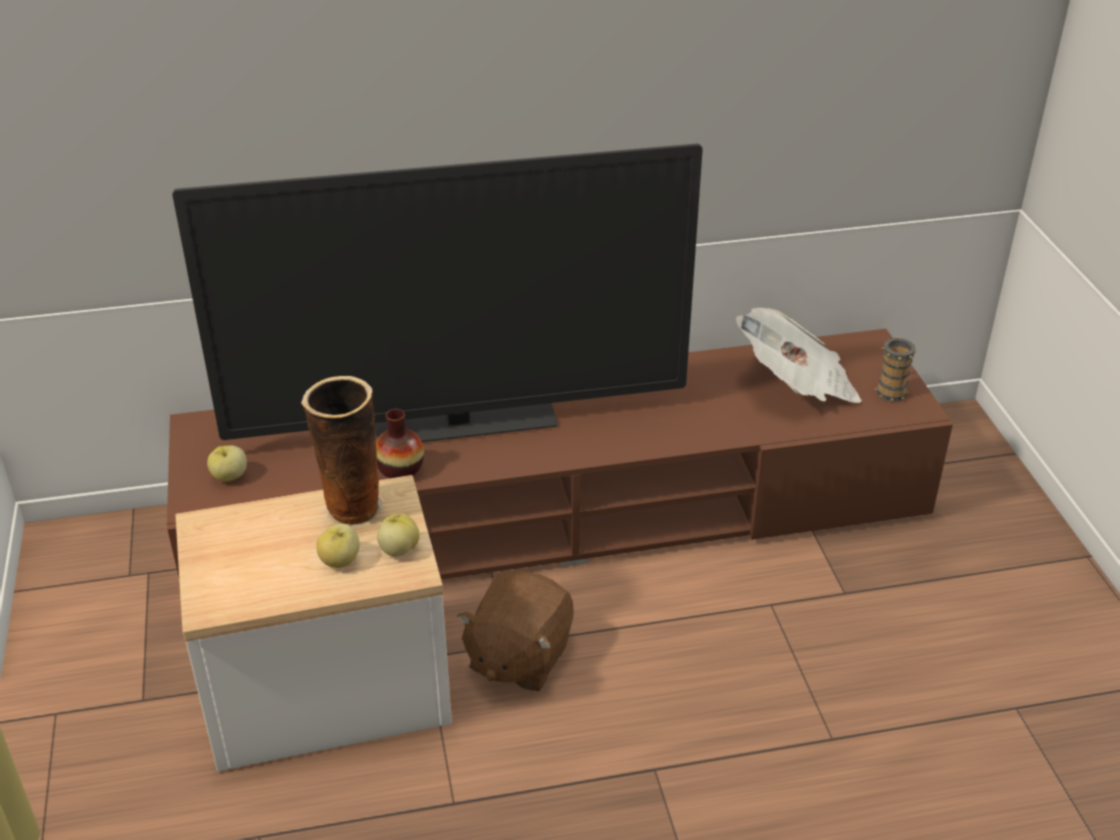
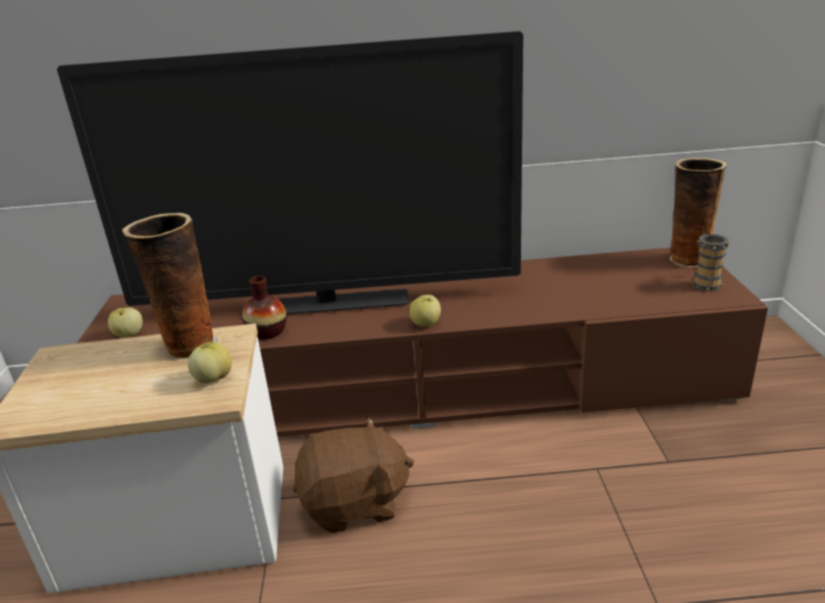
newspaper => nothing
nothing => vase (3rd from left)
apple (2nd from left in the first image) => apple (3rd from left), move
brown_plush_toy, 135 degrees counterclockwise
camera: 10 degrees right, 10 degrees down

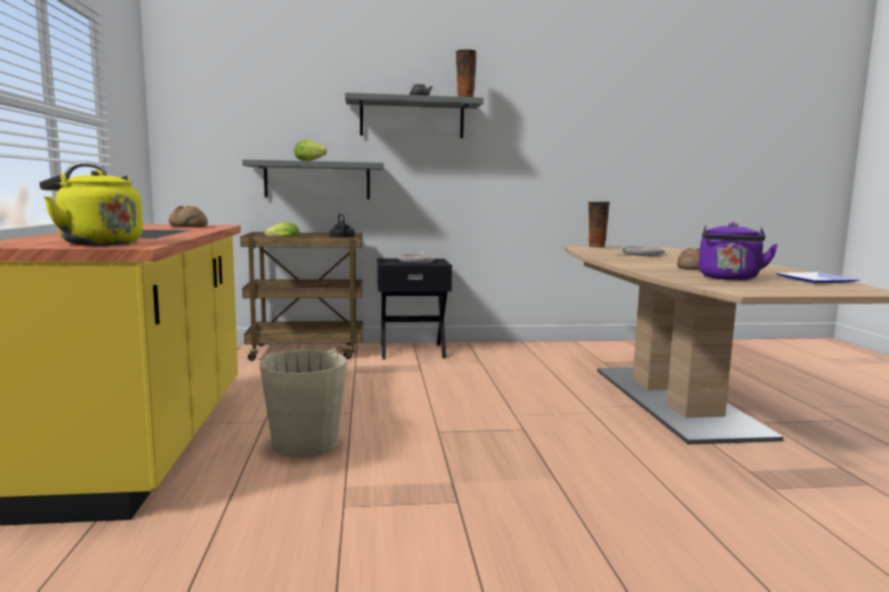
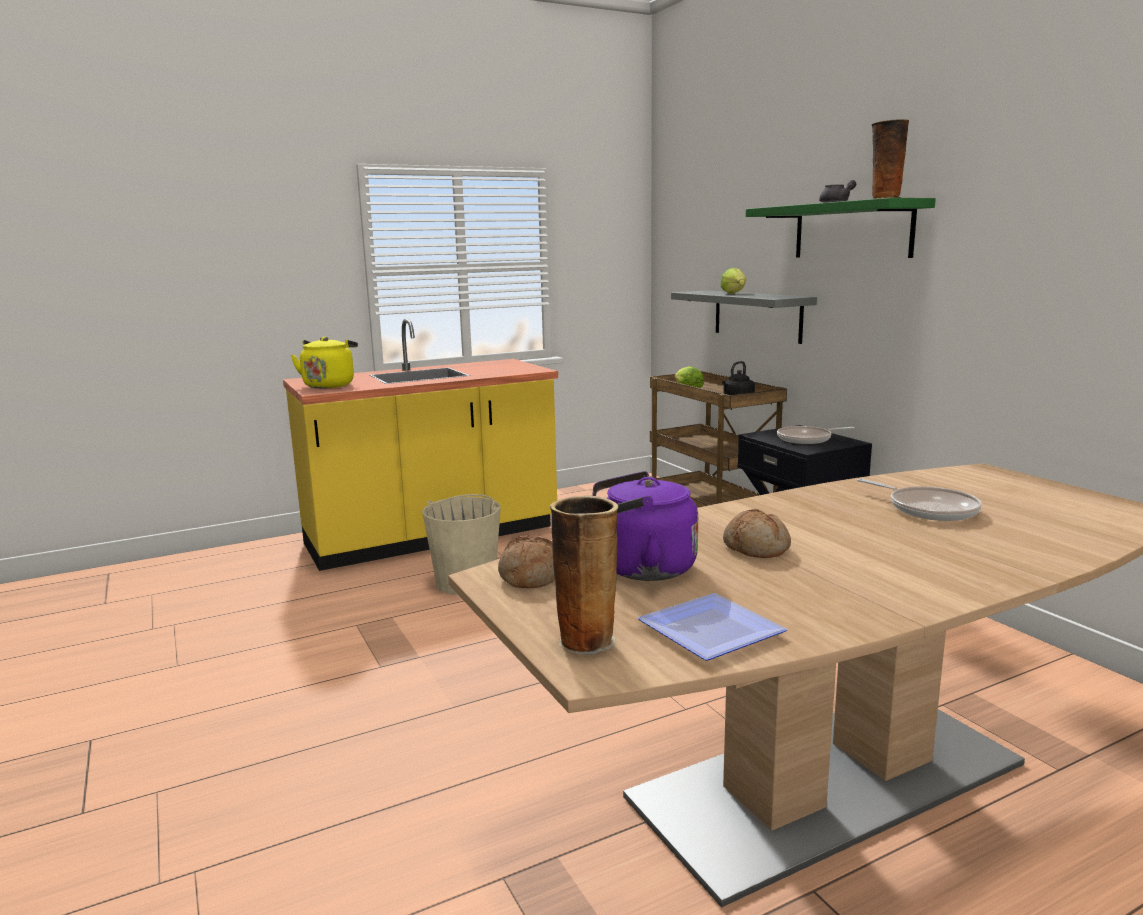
bread (1st from left), move
vase (2nd from left in the first image) => vase (1st from left), move
grey_shelf (2nd from left) => green_shelf
camera: 70 degrees right, 5 degrees up

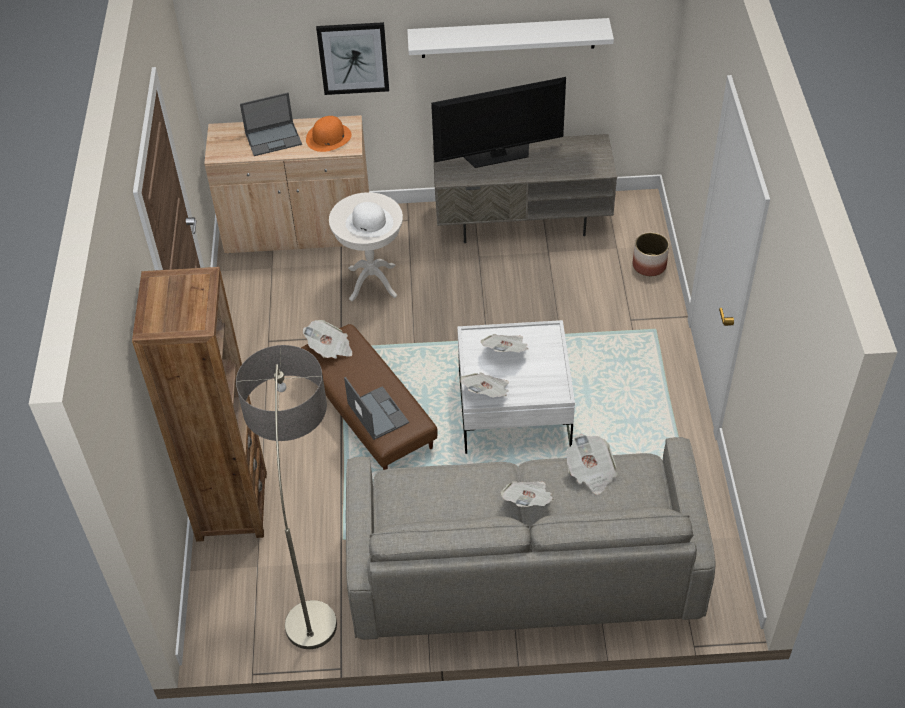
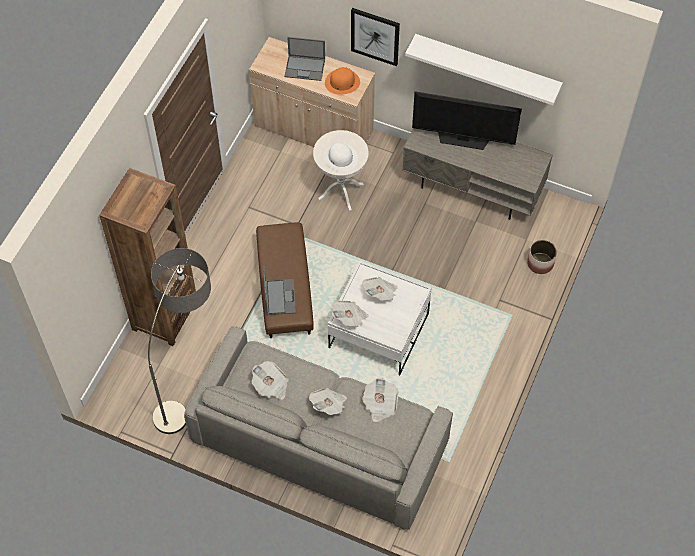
newspaper (1st from left), move
camera: 25 degrees right, 10 degrees up

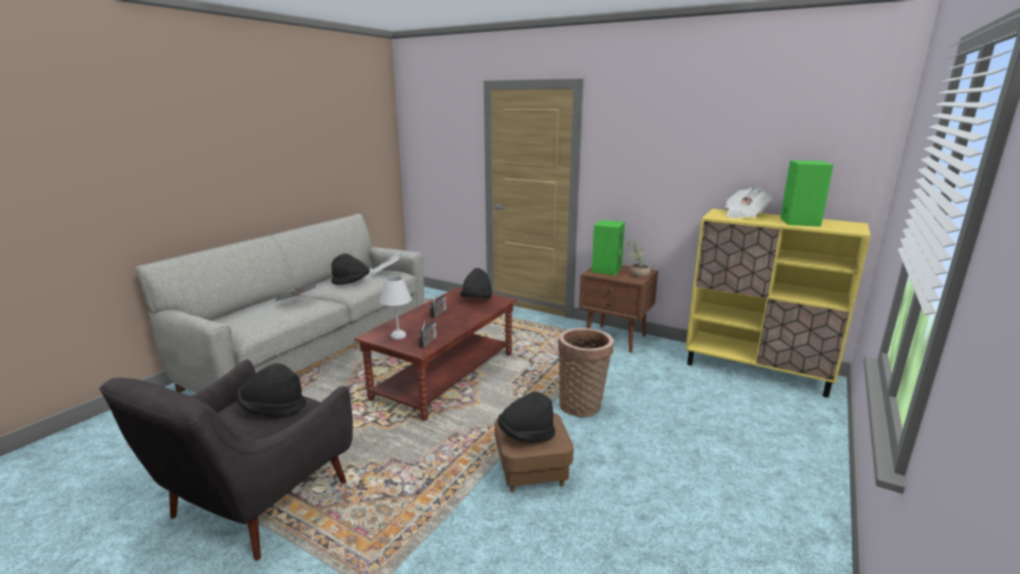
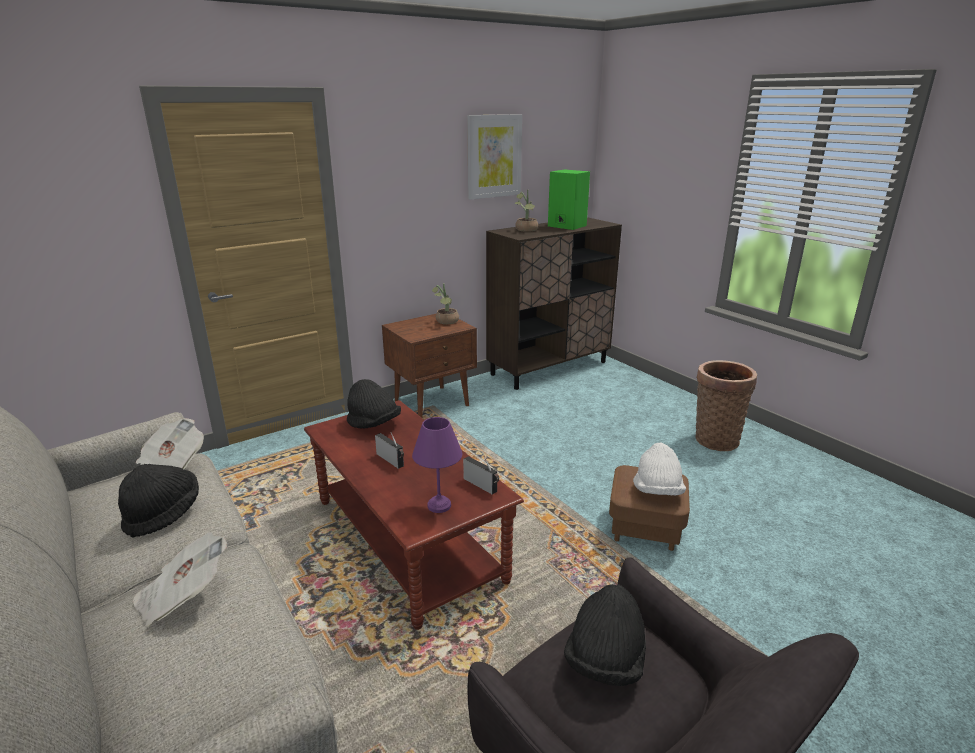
green_speaker (1st from left) => nothing
nothing => picture
basket, move
newspaper (3rd from left) => potted_plant (2nd from left)
white_table_lamp => purple_table_lamp
black_hat (4th from left) => white_hat
yellow_cabinet => brown_cabinet
camera: 65 degrees left, 5 degrees up

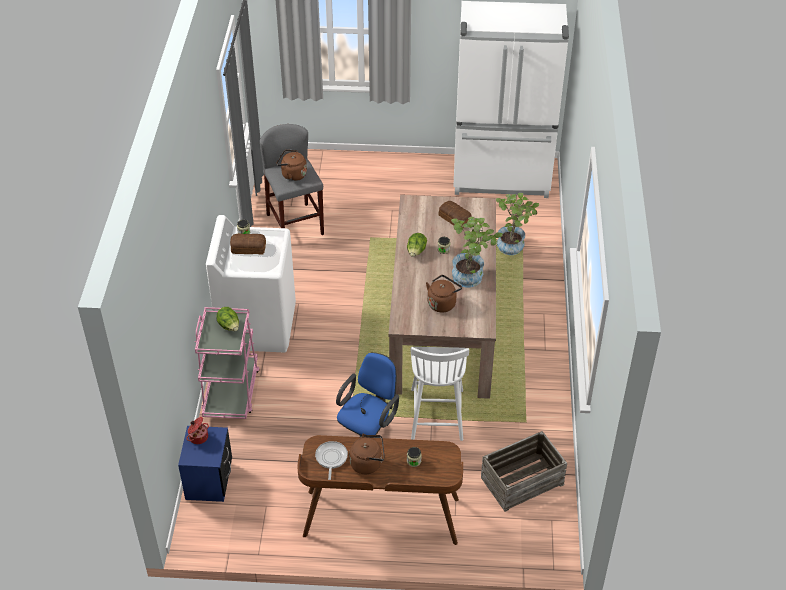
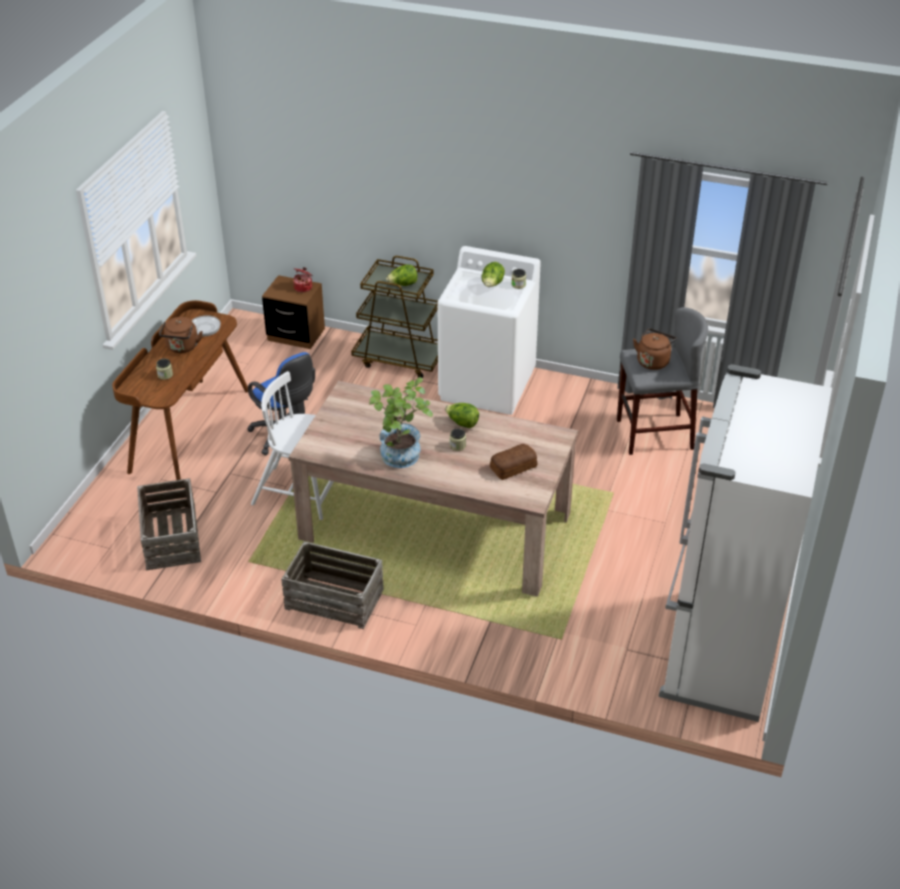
brown_kettle (3rd from left) => nothing
potted_plant (2nd from left) => nothing
nothing => crate (2nd from left)
bread (1st from left) => lettuce (3rd from left)
blue_nightstand => brown_nightstand
pink_cart => brown_cart
camera: 105 degrees right, 5 degrees down

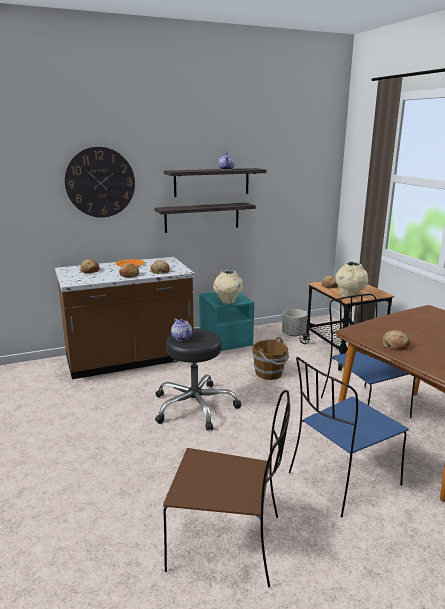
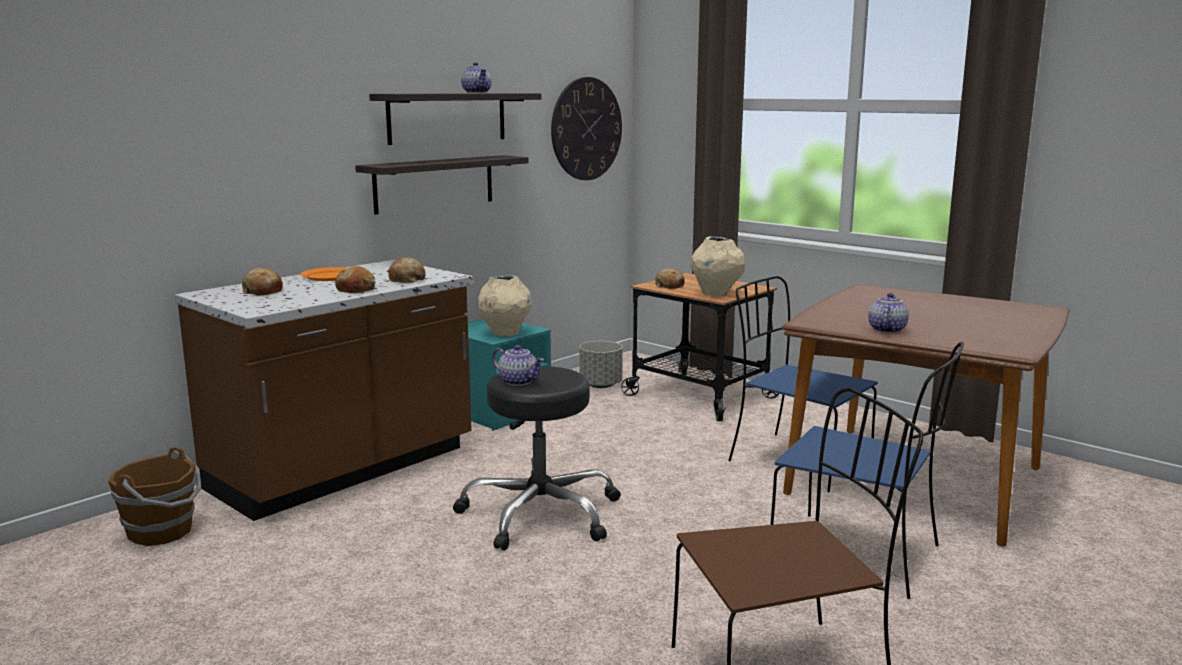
wall_clock, move
brown_bucket, move
bread (5th from left) => teapot (3rd from left)
blue_chair (1st from left in the first image) => blue_chair (2nd from left), 90 degrees counterclockwise
camera: 25 degrees left, 5 degrees down

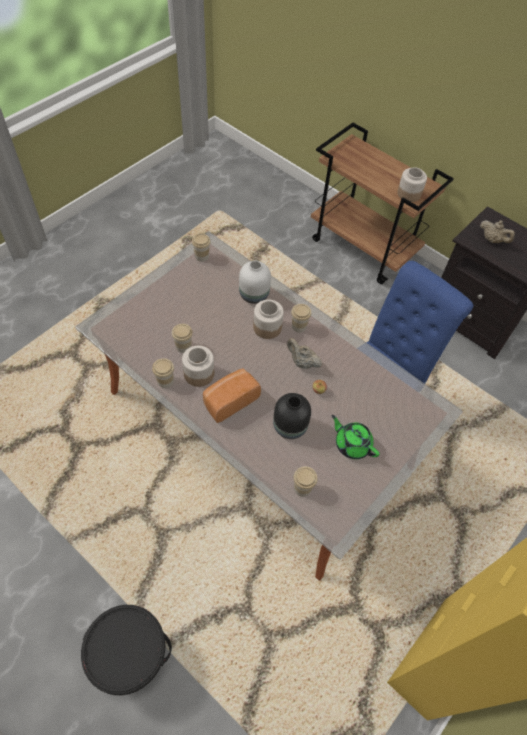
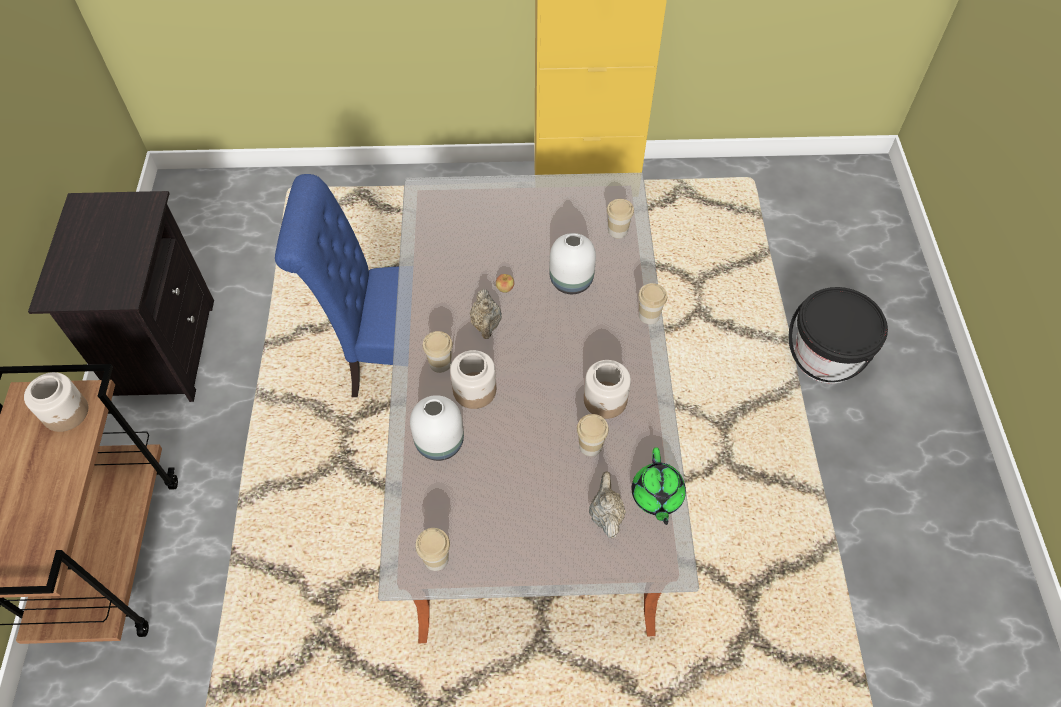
bread => nothing
cup (1st from left in the first image) => cup (5th from left), move
green_teapot, move
beige_teapot (2nd from left), move
black_vase => white_vase (2nd from left)
camera: 130 degrees left, 0 degrees up

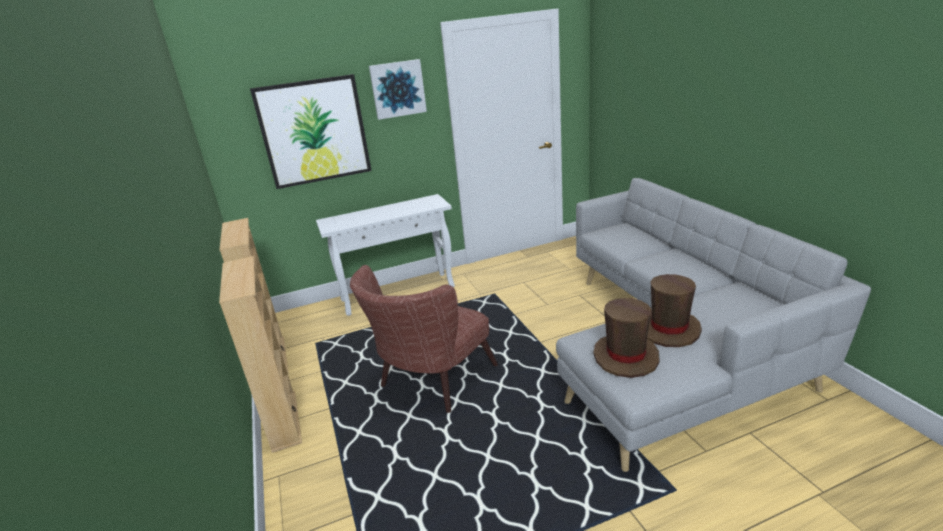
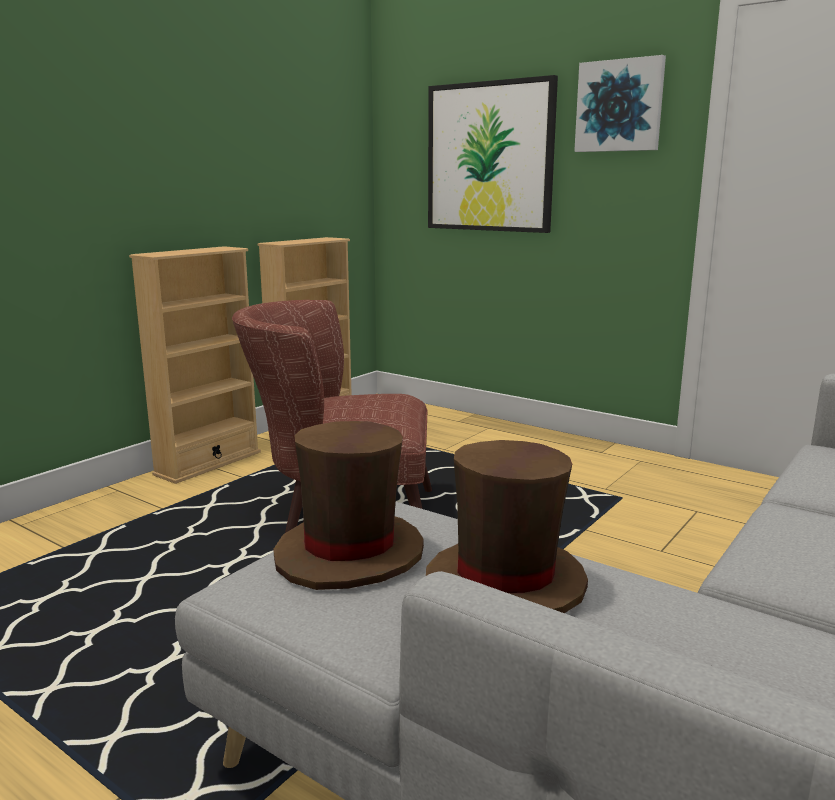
white_console_table => nothing
camera: 55 degrees right, 10 degrees down

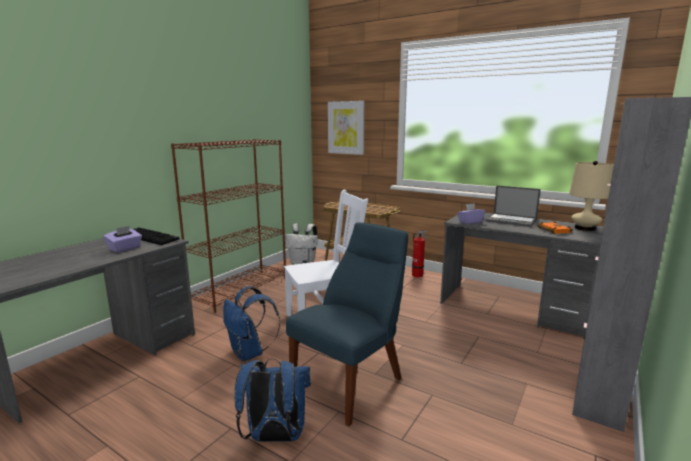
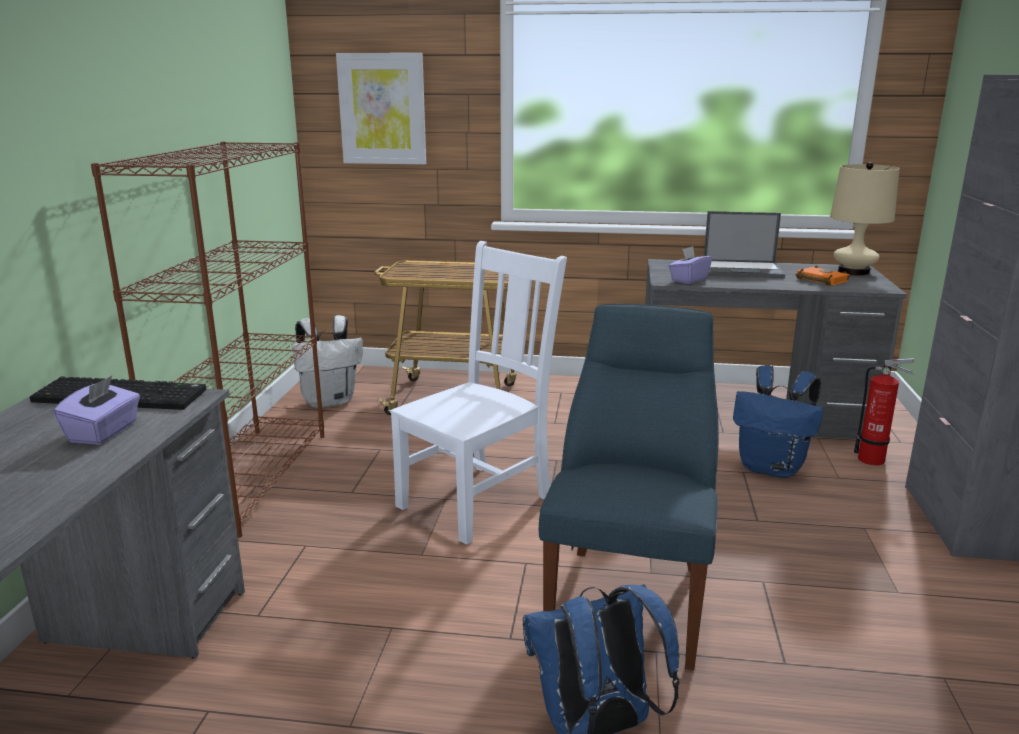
blue_backpack (1st from left in the first image) => blue_backpack (2nd from left), move
fire_extinguisher, move
camera: 25 degrees left, 5 degrees up

